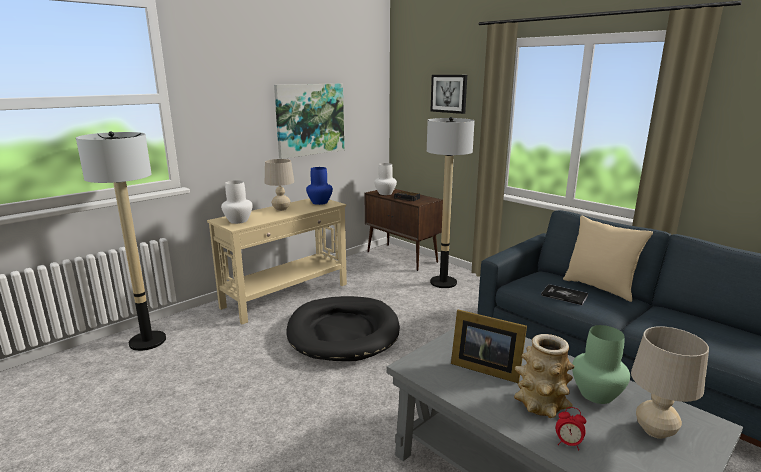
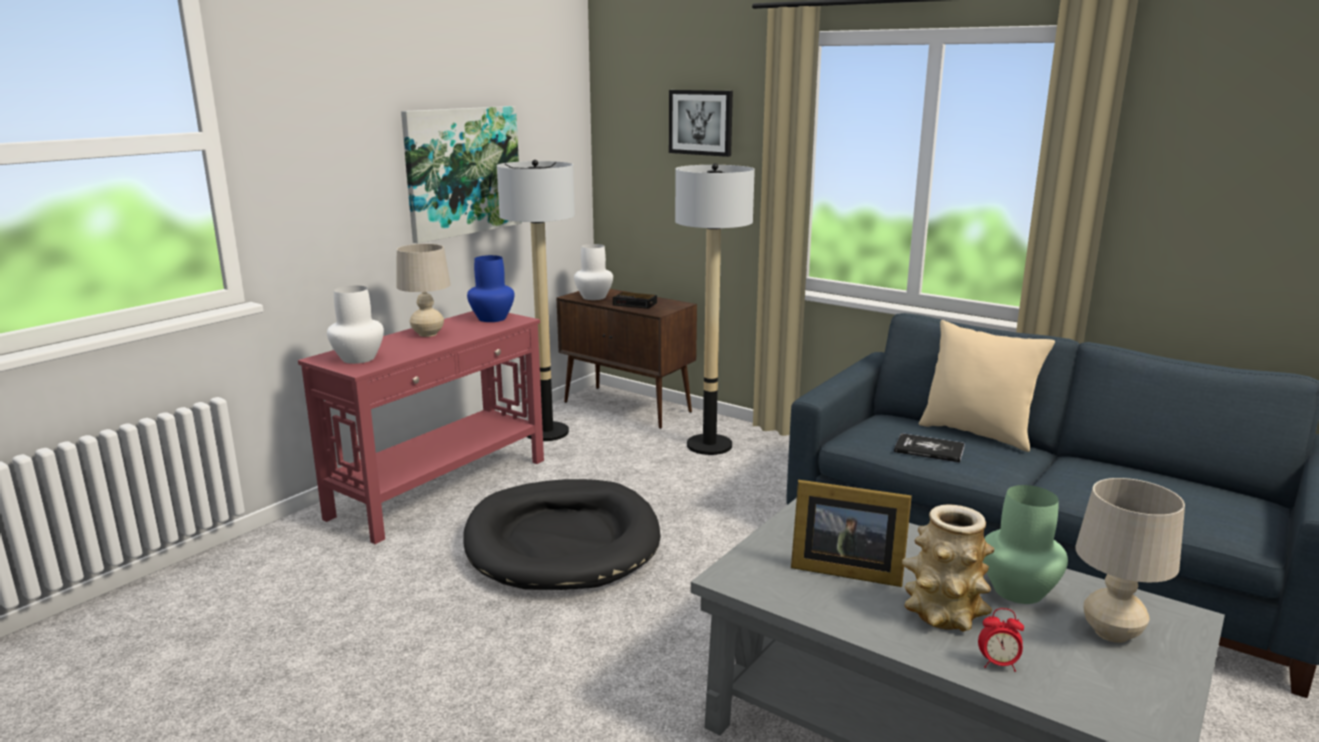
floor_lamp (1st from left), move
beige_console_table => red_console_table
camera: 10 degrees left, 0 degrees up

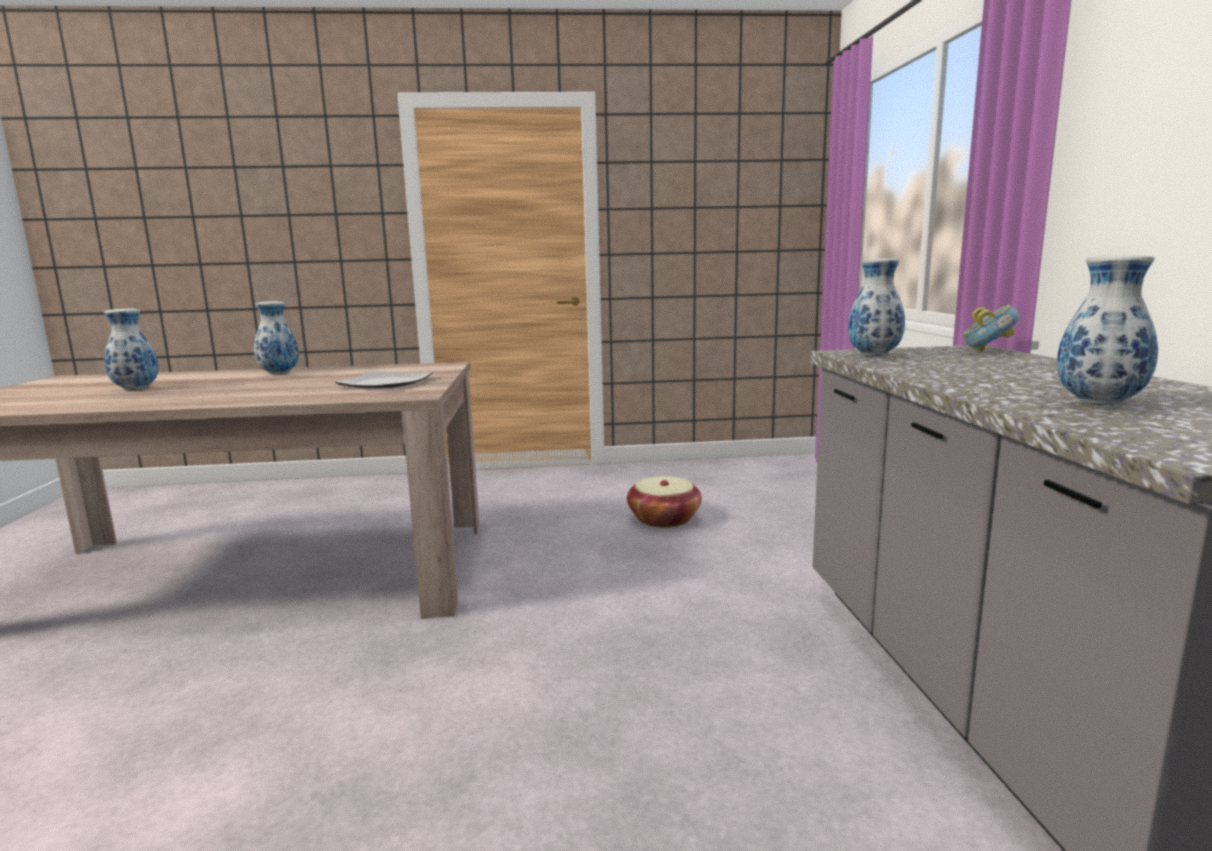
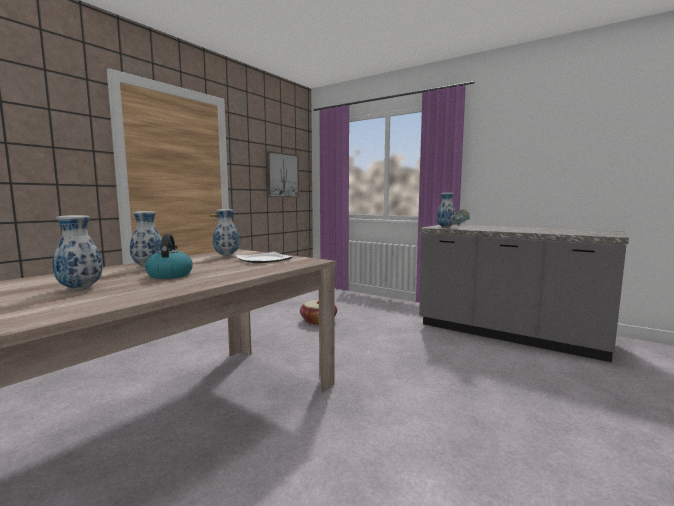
nothing => kettle
nothing => picture
vase (4th from left in the first image) => vase (3rd from left), move
camera: 50 degrees left, 5 degrees down

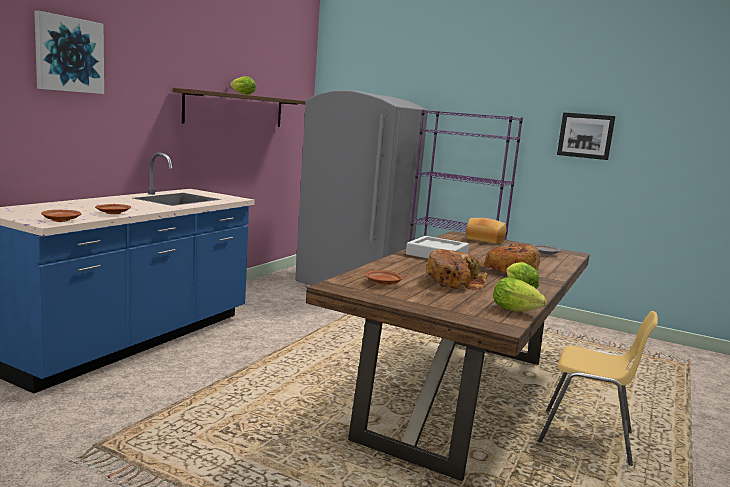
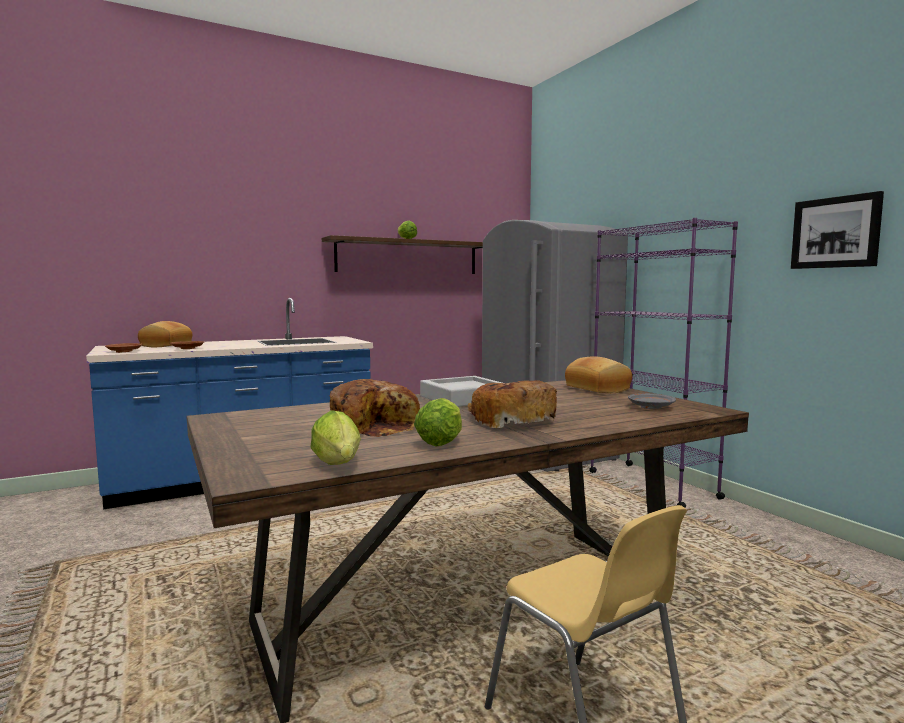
picture (1st from left) => nothing
brown_plate (3rd from left) => nothing
nothing => bread (1st from left)
camera: 35 degrees right, 5 degrees down

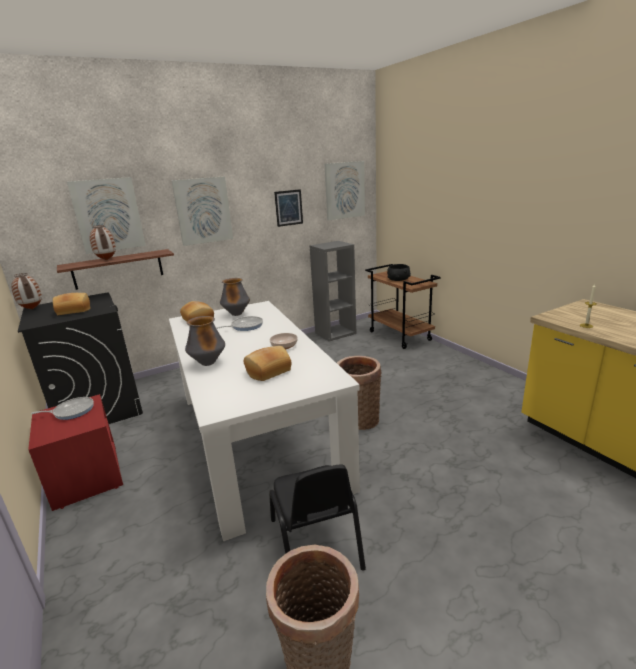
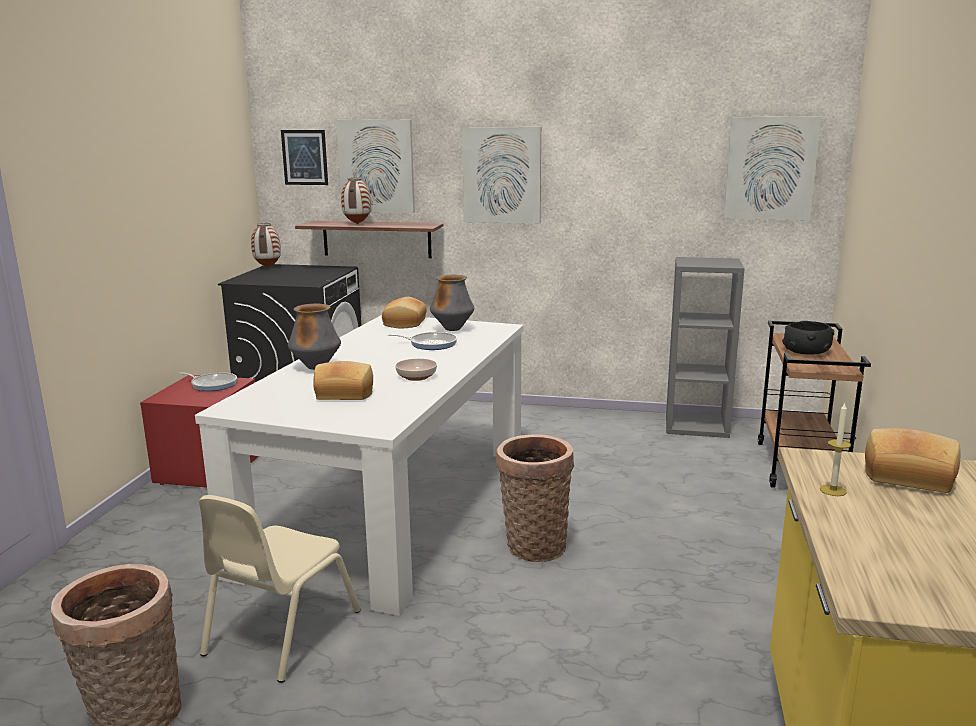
bread (1st from left in the first image) => bread (3rd from left), move
picture (3rd from left in the first image) => picture (1st from left), move
black_chair => beige_chair
camera: 40 degrees right, 5 degrees down

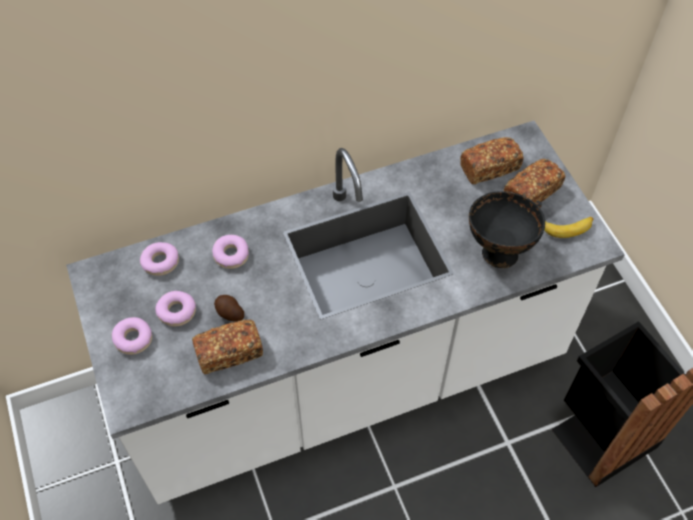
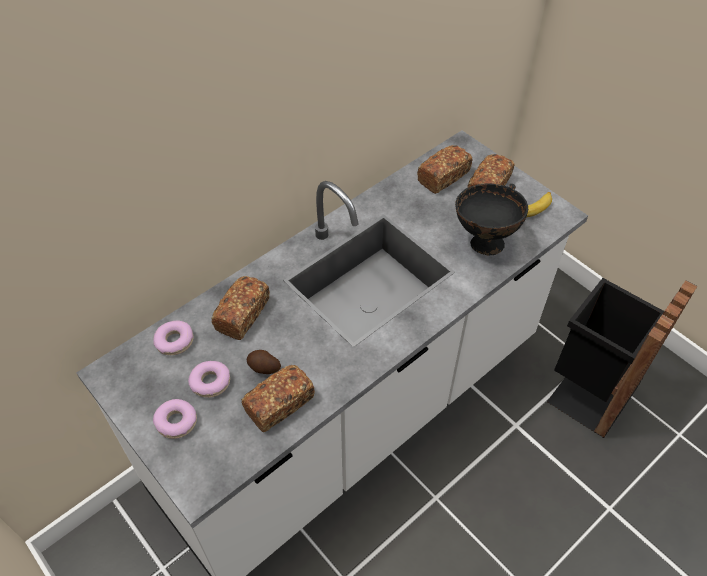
donut (4th from left) => bread (1st from left)
camera: 20 degrees left, 5 degrees down

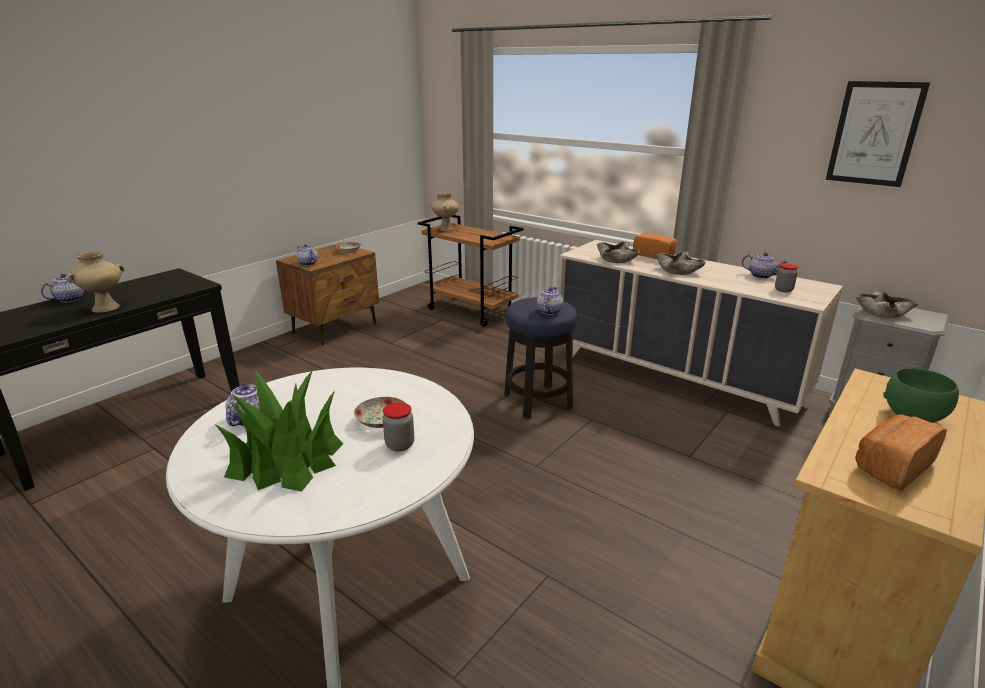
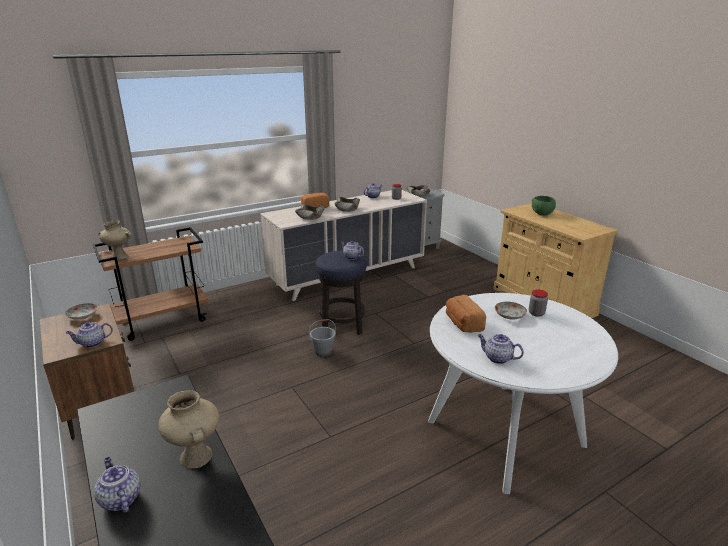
potted_plant => nothing
picture => nothing
nothing => grey_bucket
bread (2nd from left), move
camera: 70 degrees left, 0 degrees up

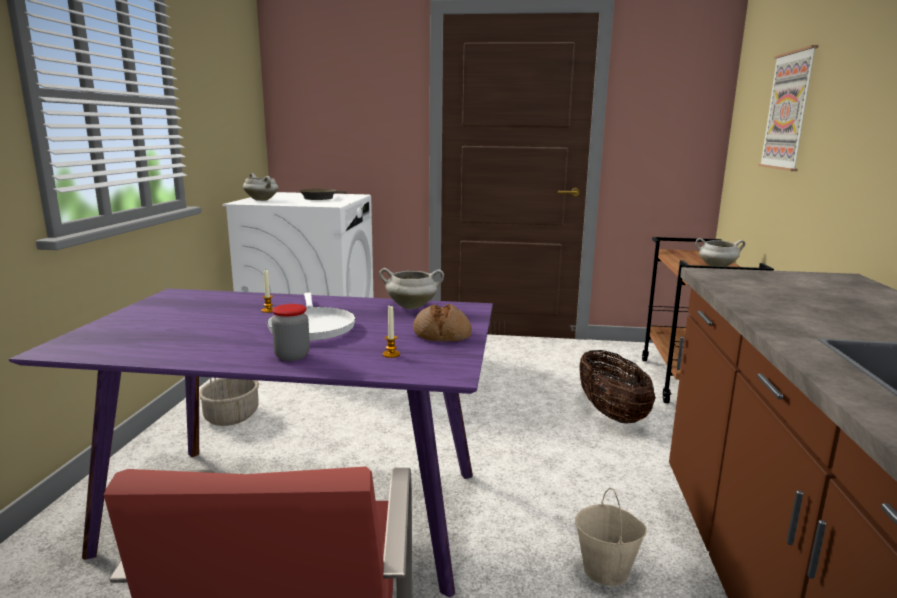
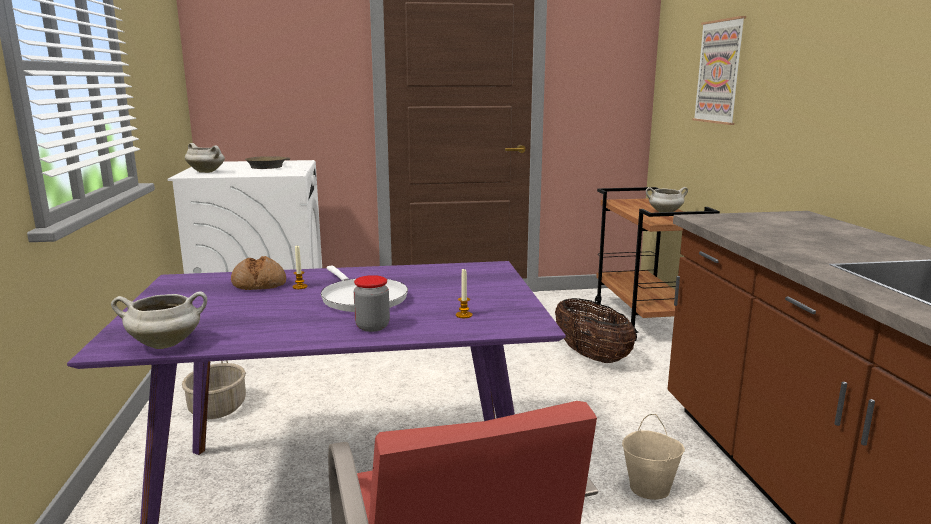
white_cooking_pot (2nd from left in the first image) => white_cooking_pot (1st from left), move
bread, move
camera: 15 degrees left, 0 degrees up

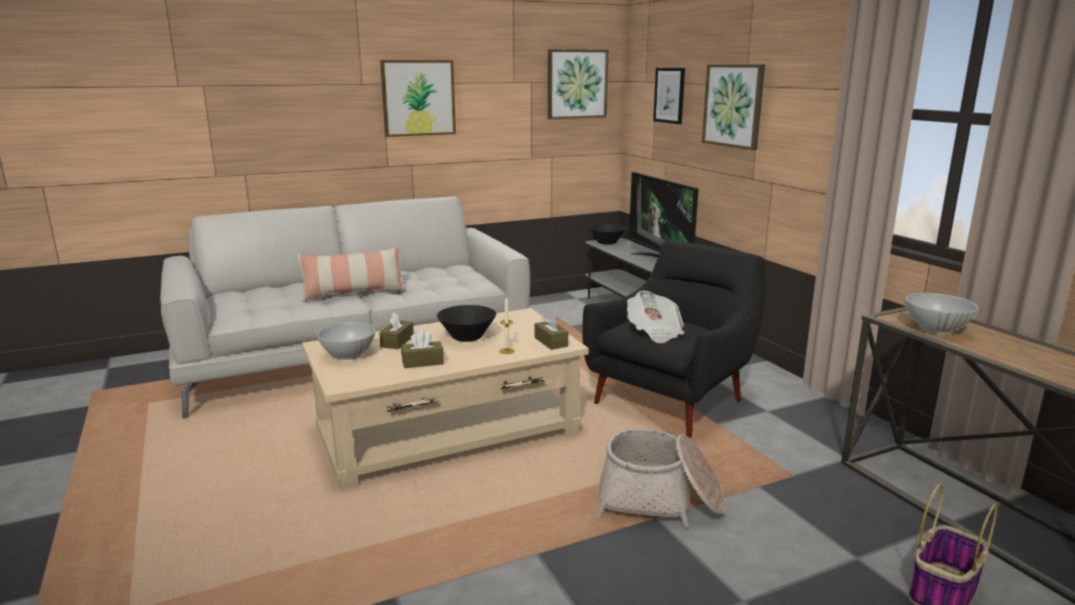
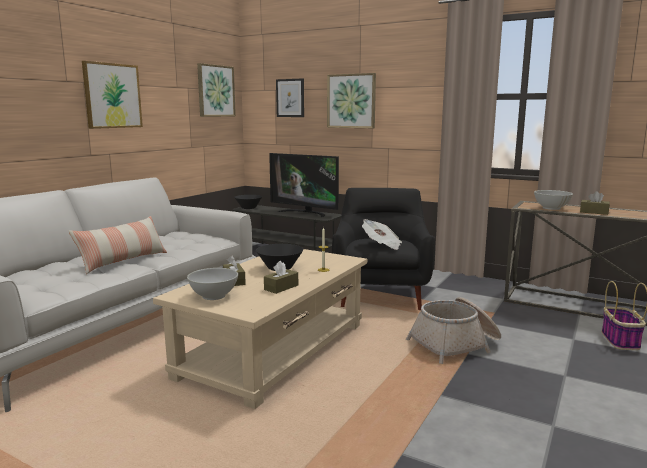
brown_tissue_box (3rd from left), move
camera: 35 degrees left, 5 degrees down

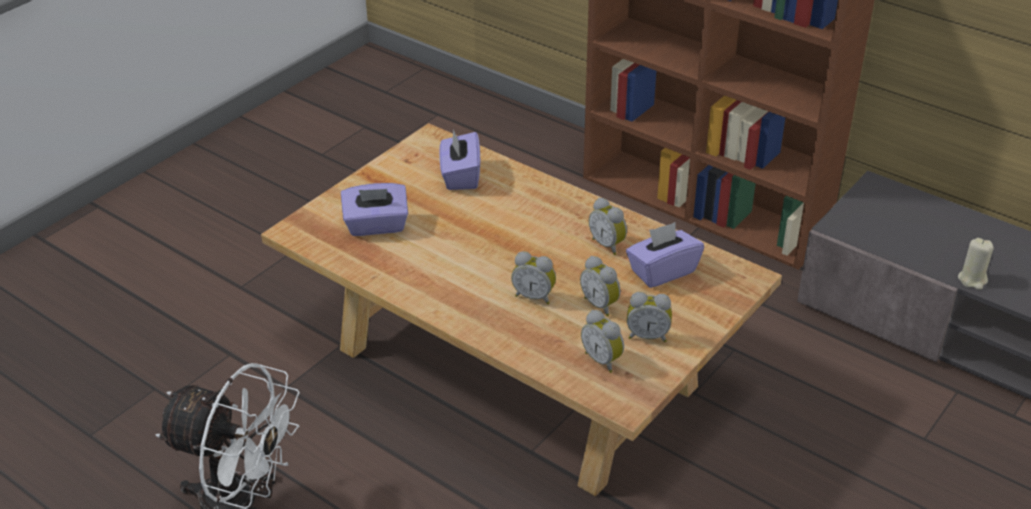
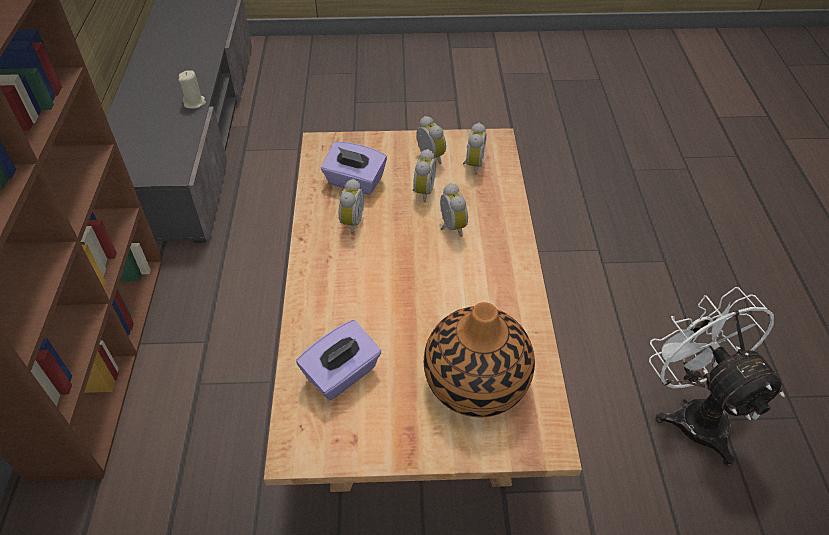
purple_tissue_box (1st from left) => vase
camera: 130 degrees left, 10 degrees up

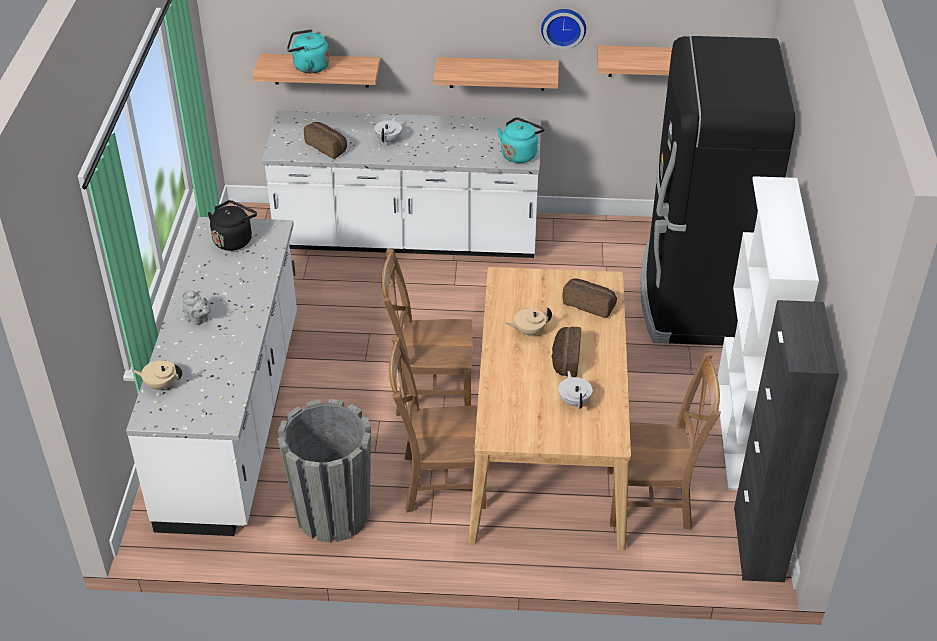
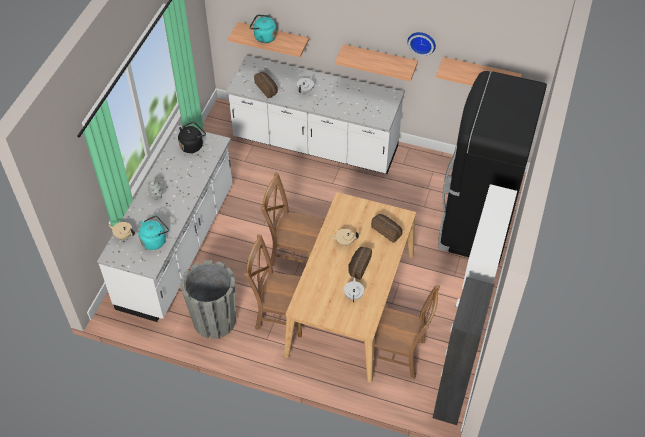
turquoise_kettle (2nd from left in the first image) => turquoise_kettle (1st from left), move
camera: 15 degrees right, 10 degrees up

